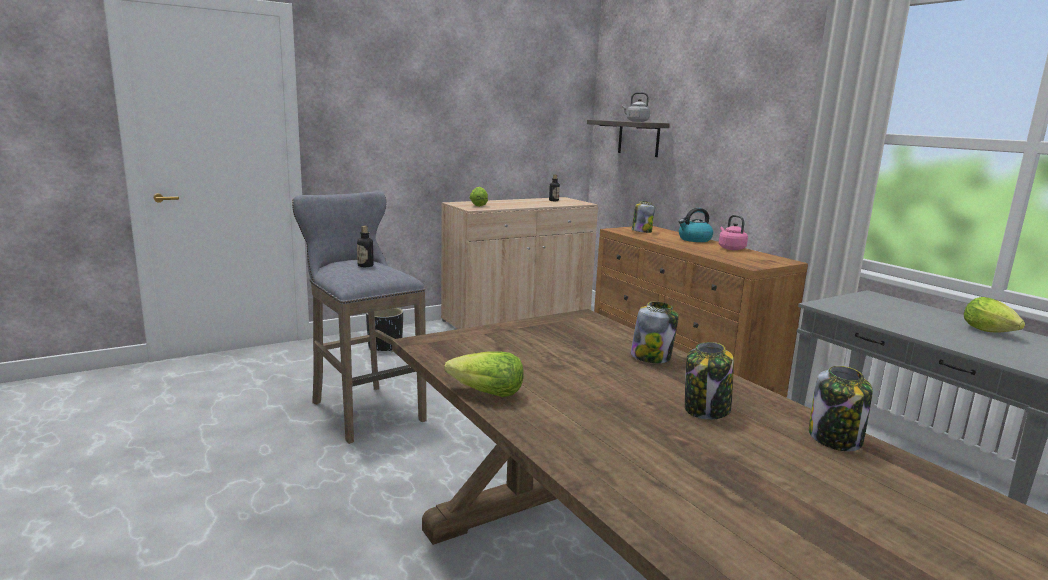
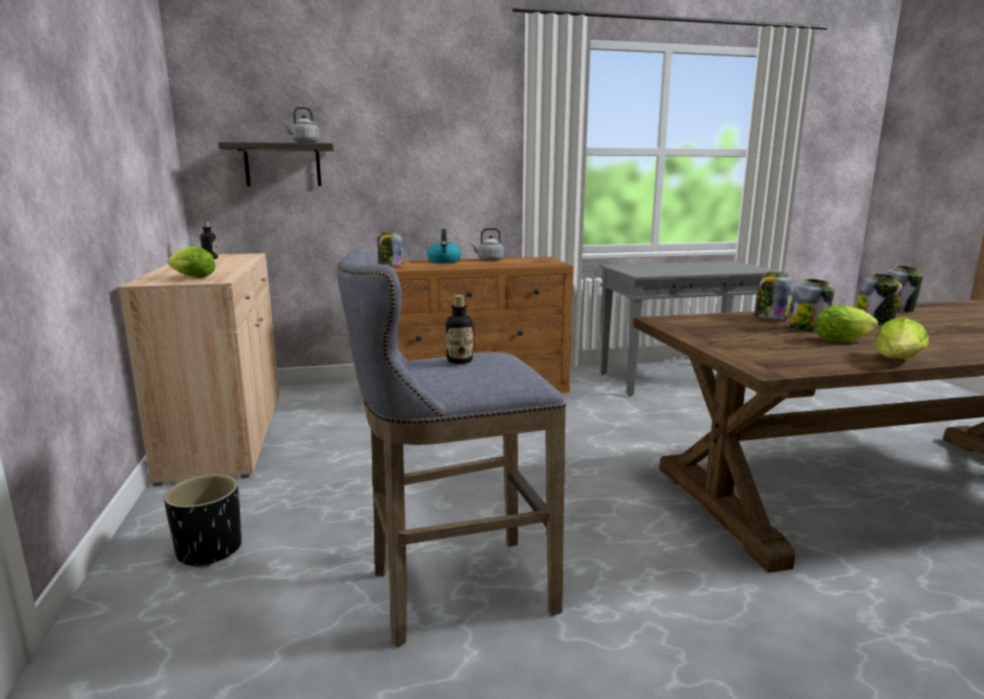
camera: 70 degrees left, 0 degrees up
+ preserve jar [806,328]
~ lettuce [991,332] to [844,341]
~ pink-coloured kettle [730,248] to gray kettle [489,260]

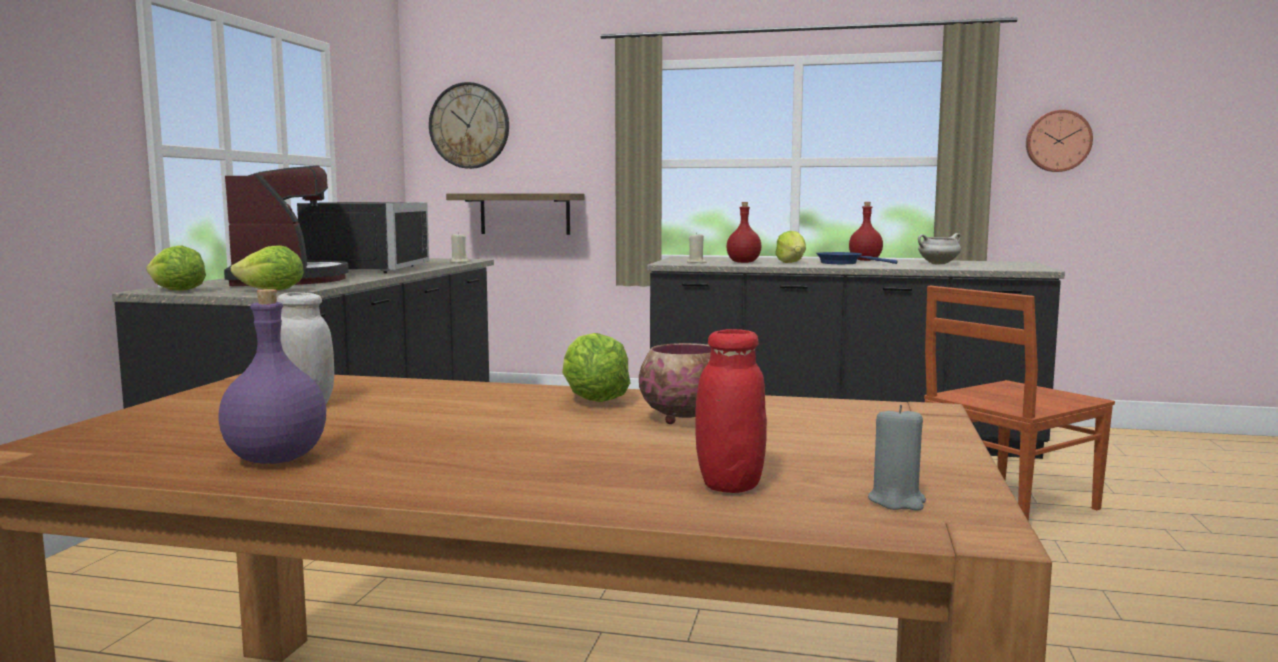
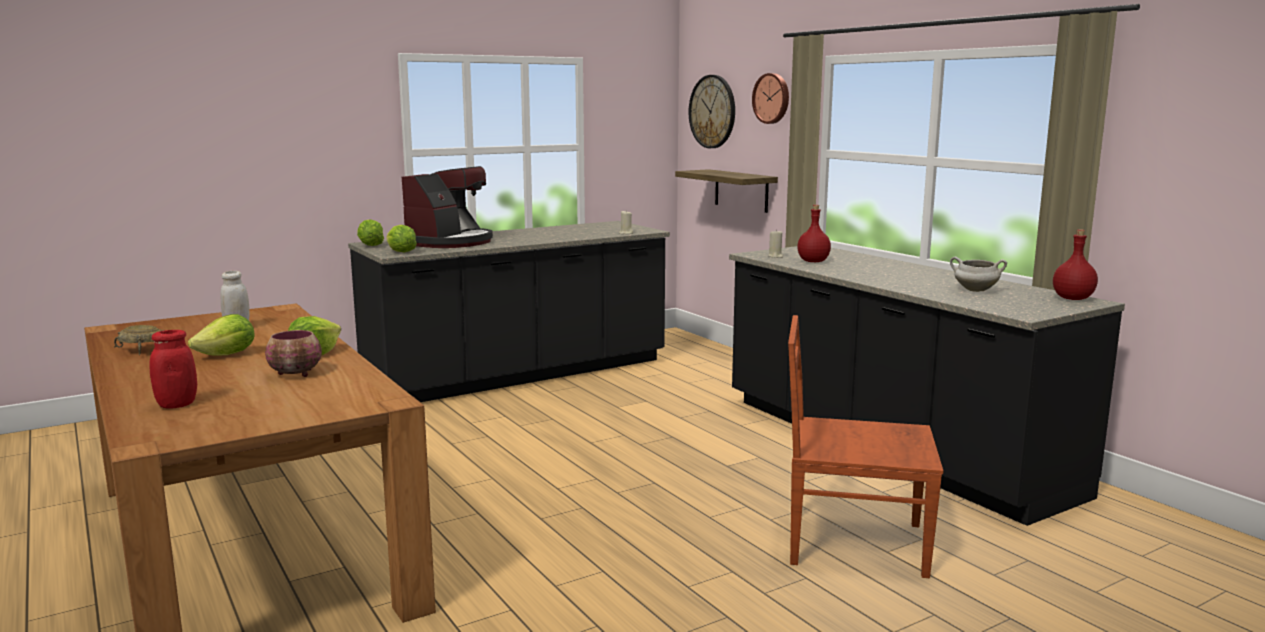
camera: 45 degrees right, 5 degrees up
- blackish kitchen microwave [359,269]
- blue-coloured pan [843,263]
- gray wax candle [897,501]
~ lettuce [791,262] to [227,355]
~ reddish drink bottle [865,260] to [1073,298]
~ hanging clock [1058,141] to [772,98]
~ purplish drink bottle [277,459] to beige-coloured deep dish [141,351]

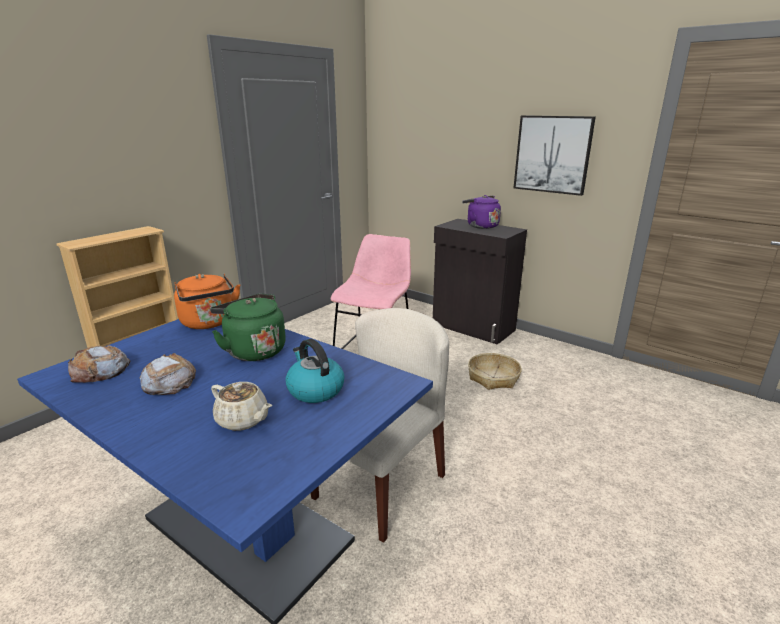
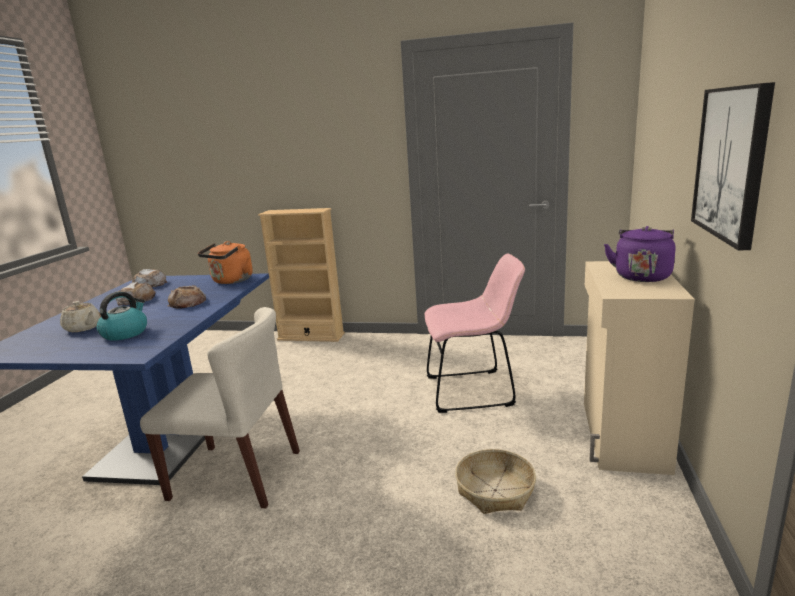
camera: 65 degrees right, 5 degrees down
~ greenish kettle [253,350] to bread [188,302]
~ blackish cabinet [473,328] to beige-coloured cabinet [621,436]
~ beige-coloured pot for tea [243,420] = [83,328] 60 degrees counterclockwise

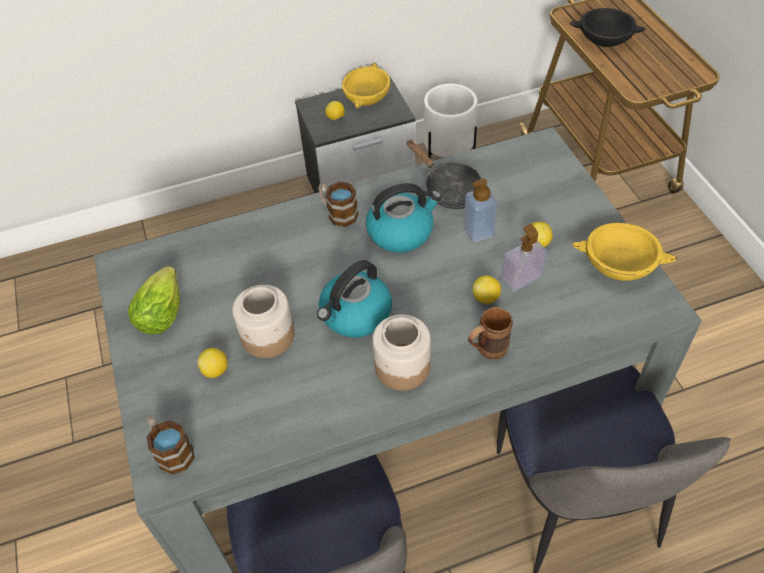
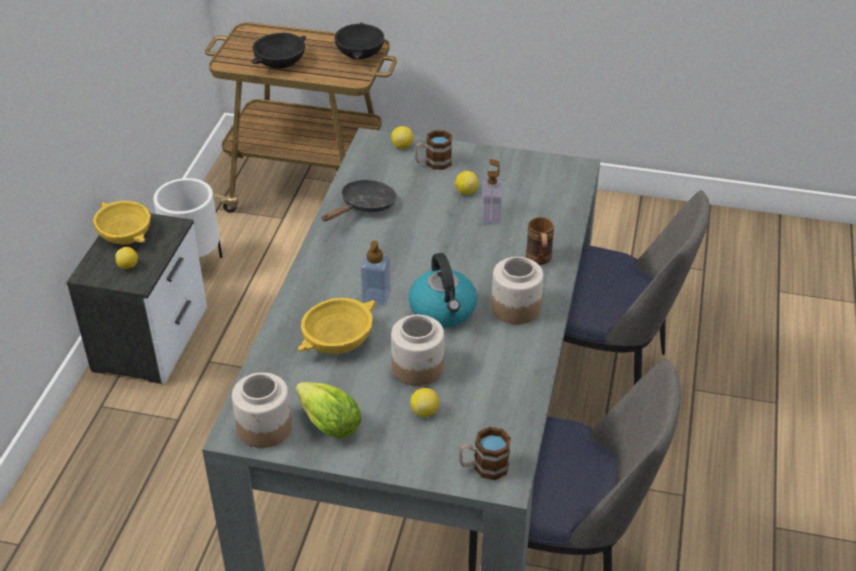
camera: 60 degrees left, 10 degrees down
- kettle [401,232]
+ preserve jar [265,427]
+ blackish deep dish [359,52]
~ tea mug [338,213] to [433,163]
~ liquid soap bottle [478,232] to [376,297]
~ lemon [486,297] to [402,146]
~ yellow-coloured deep dish [618,264] to [338,340]
~ blackish pan [448,188] = [364,206] 45 degrees counterclockwise

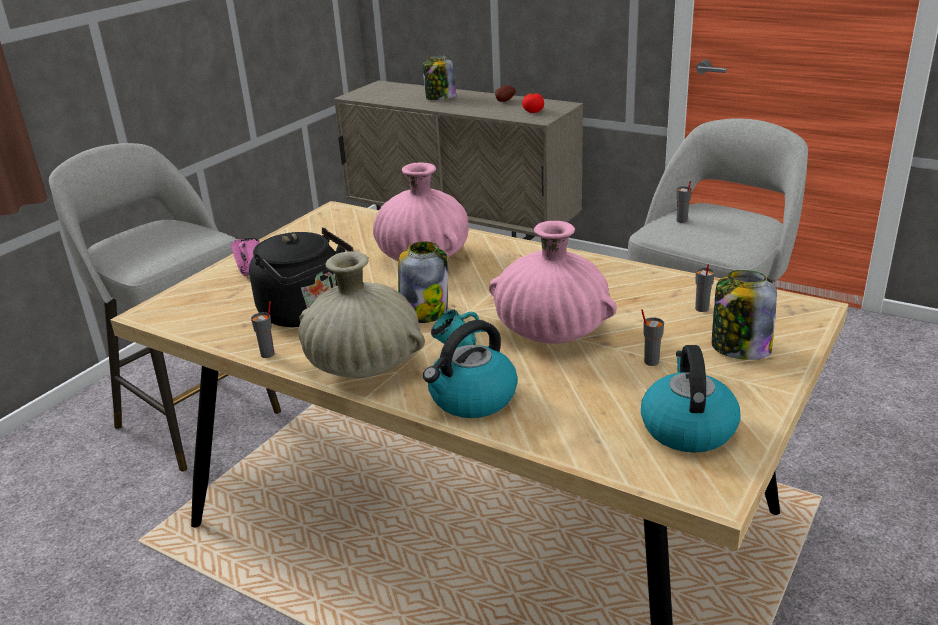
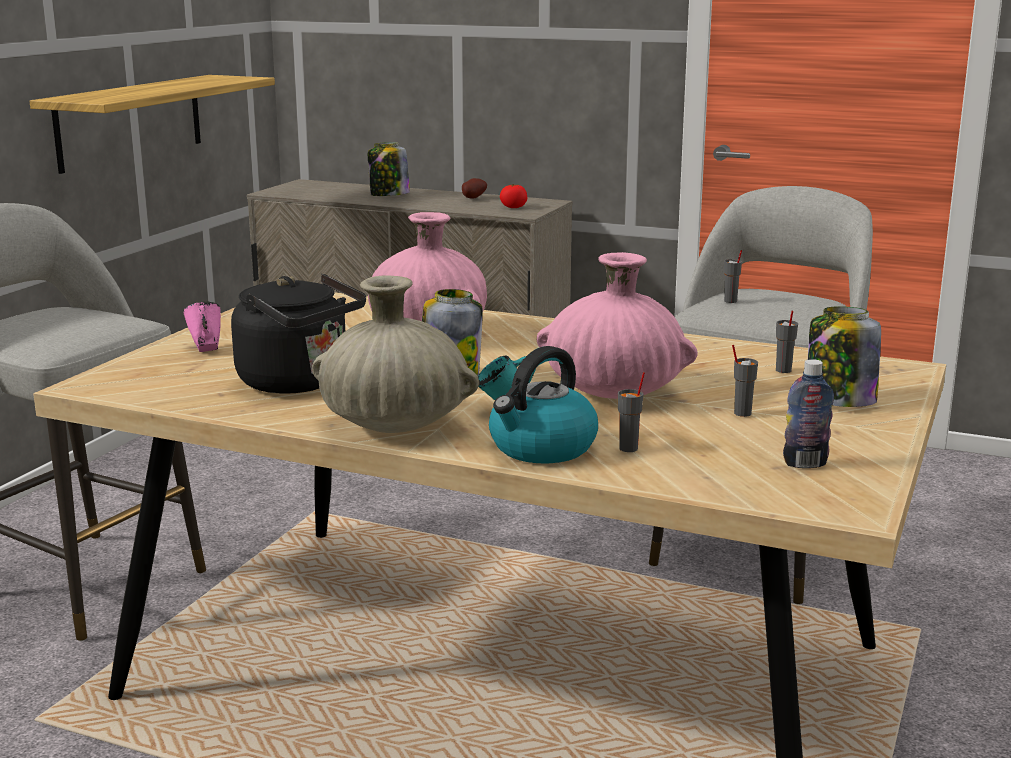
camera: 10 degrees left, 10 degrees down
+ shelf [130,122]
~ gray small cup [268,354] to [629,448]
~ kettle [687,428] to drink bottle [805,463]

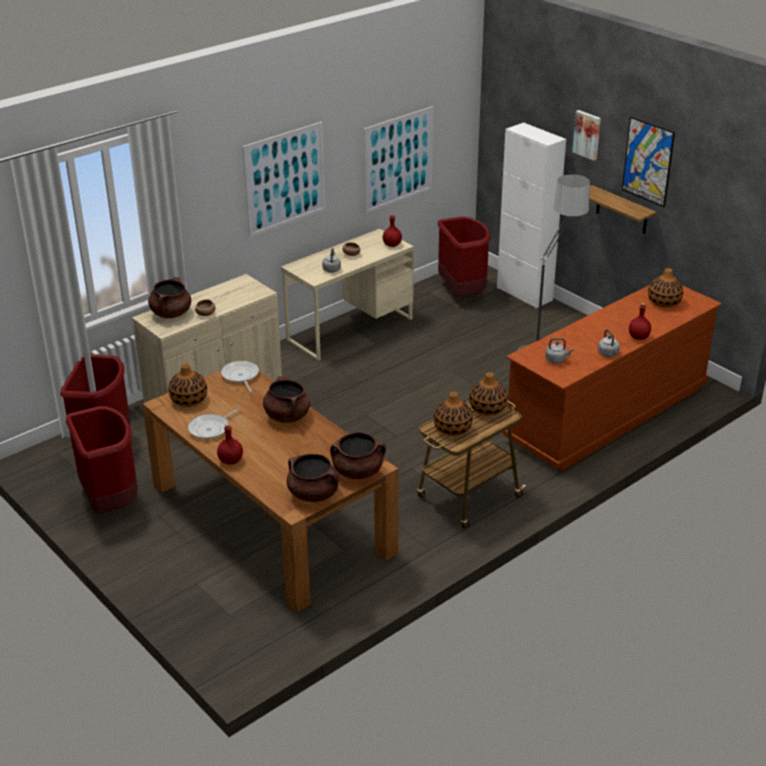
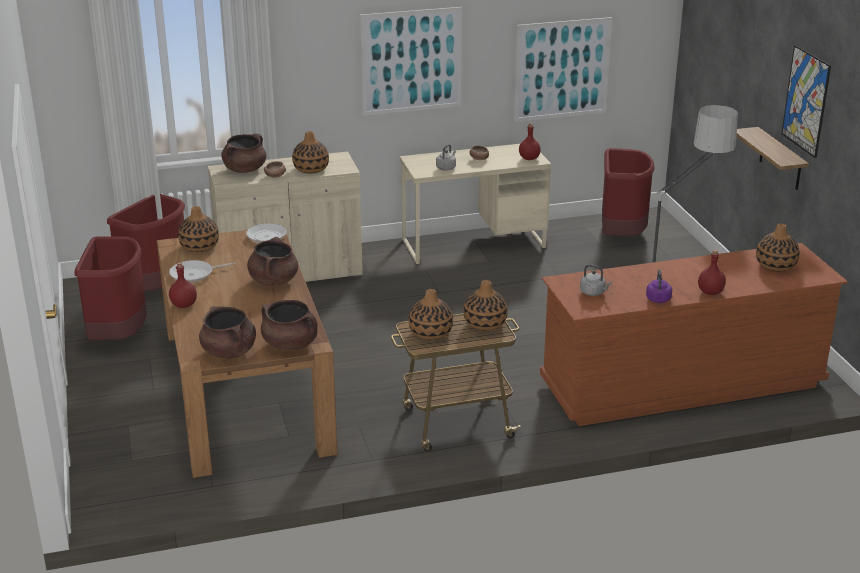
camera: 25 degrees right, 5 degrees down
- whitish cabinet [524,294]
- picture [587,134]
+ decorative vase [311,169]
~ gray kettle [608,354] to purplish kettle [658,300]

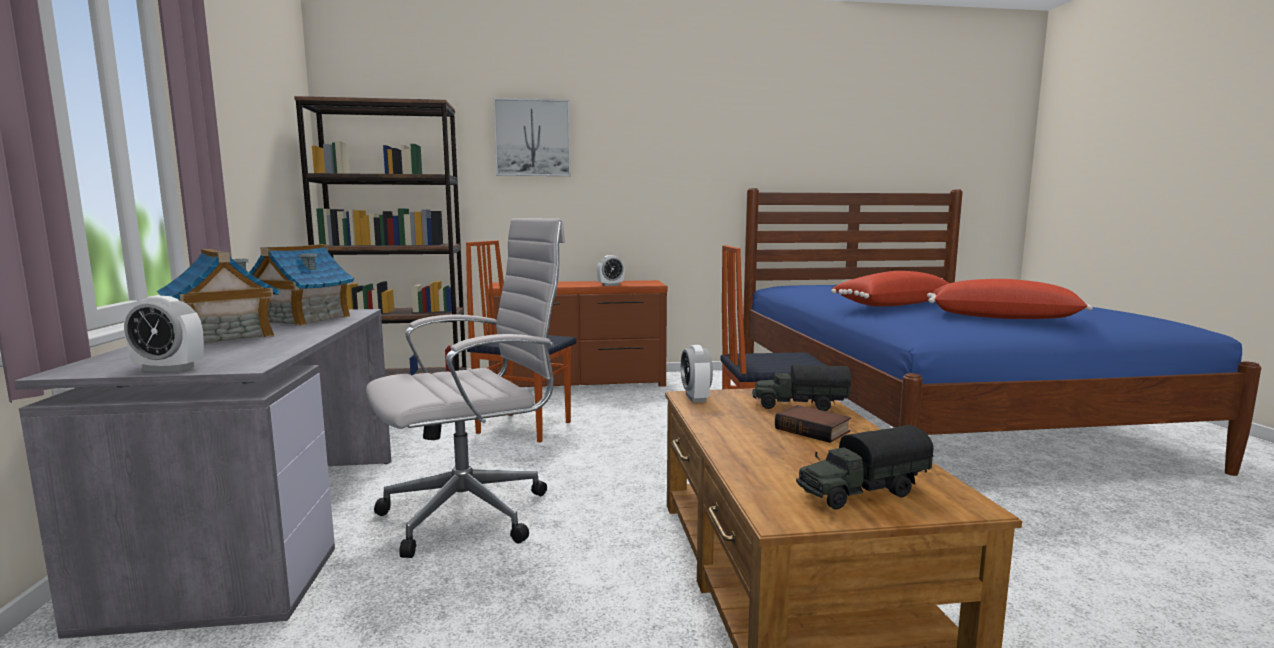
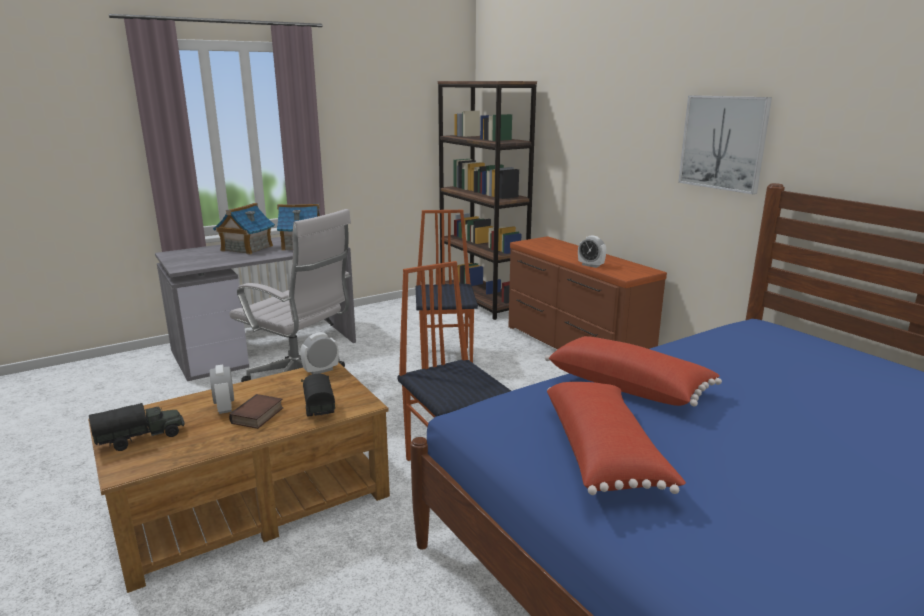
camera: 65 degrees right, 10 degrees up
~ bedside clock [169,369] to [225,407]
~ picture [532,138] to [723,143]
~ model truck [861,492] = [141,438] 105 degrees clockwise

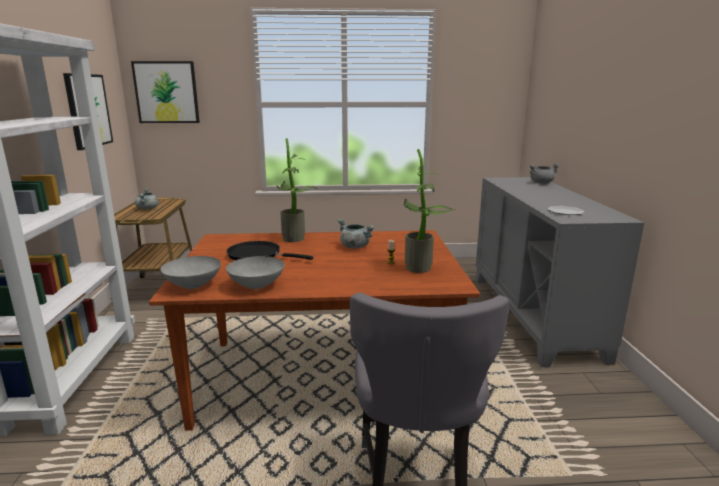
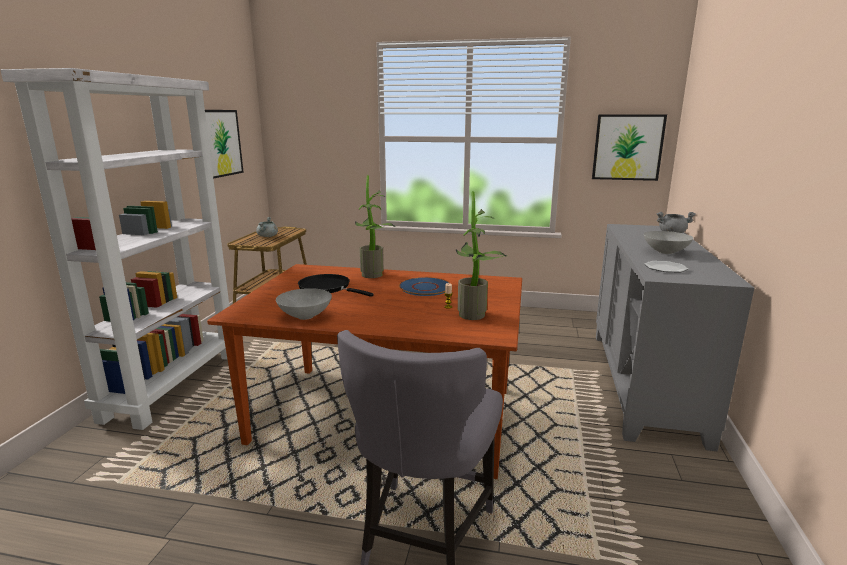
camera: 15 degrees right, 0 degrees up
~ picture [166,92] to [627,147]
~ gray deep dish [193,286] to [665,252]
~ gray saucepot [354,246] to blue-coloured flat dish [424,287]

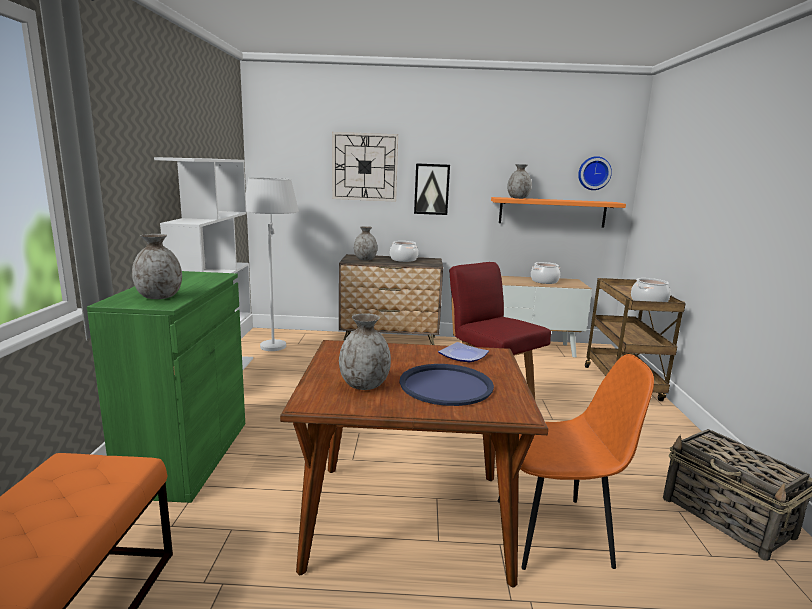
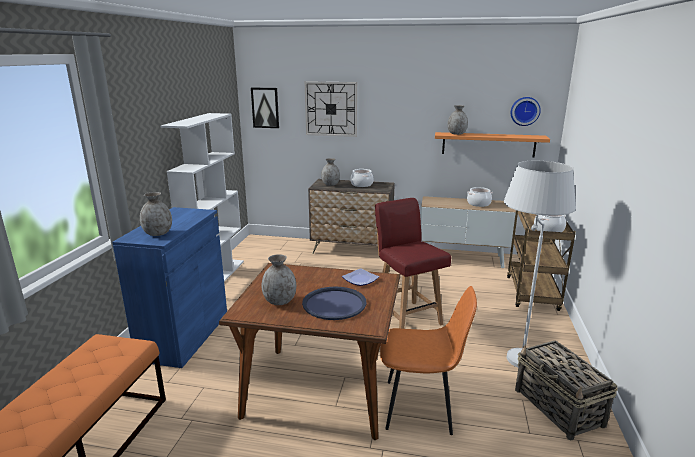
camera: 10 degrees right, 5 degrees up
~ whitish standard lamp [275,341] to [517,350]
~ picture [431,189] to [265,107]
~ greenish cabinet [187,456] to blue-coloured cabinet [184,336]

